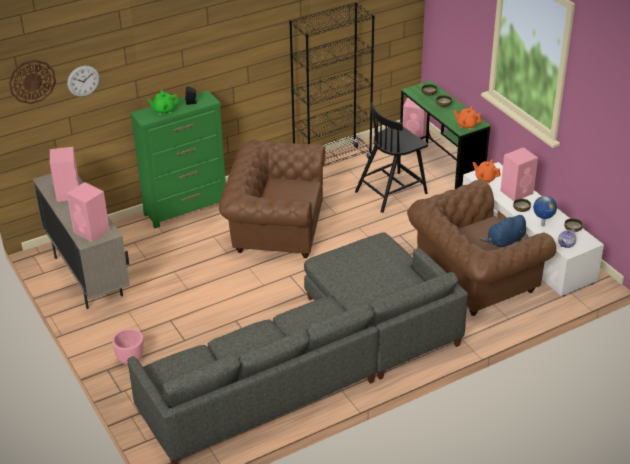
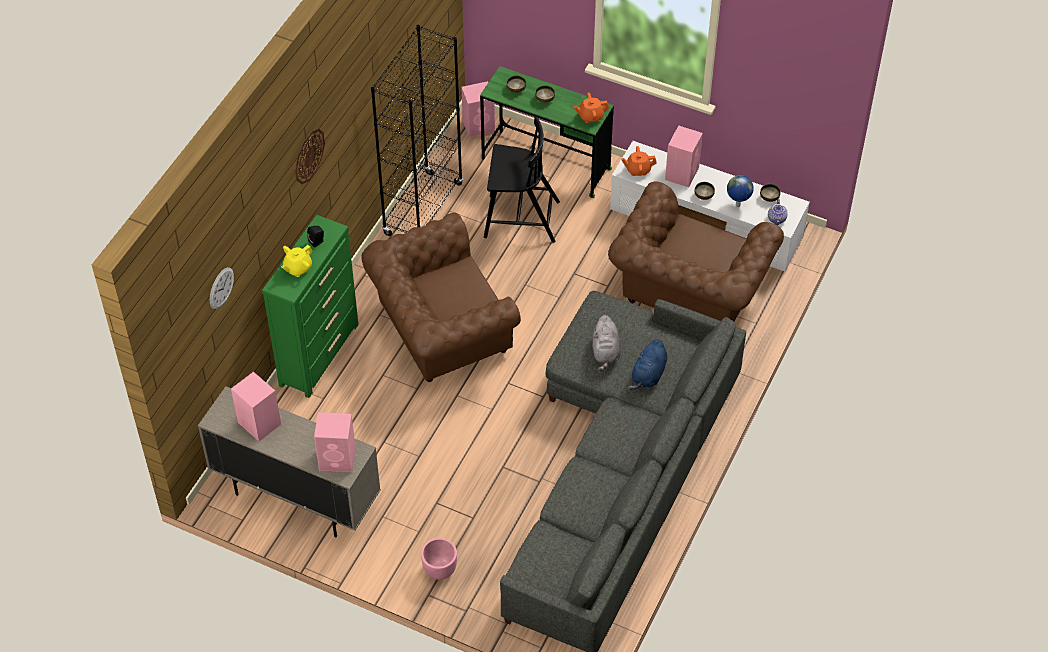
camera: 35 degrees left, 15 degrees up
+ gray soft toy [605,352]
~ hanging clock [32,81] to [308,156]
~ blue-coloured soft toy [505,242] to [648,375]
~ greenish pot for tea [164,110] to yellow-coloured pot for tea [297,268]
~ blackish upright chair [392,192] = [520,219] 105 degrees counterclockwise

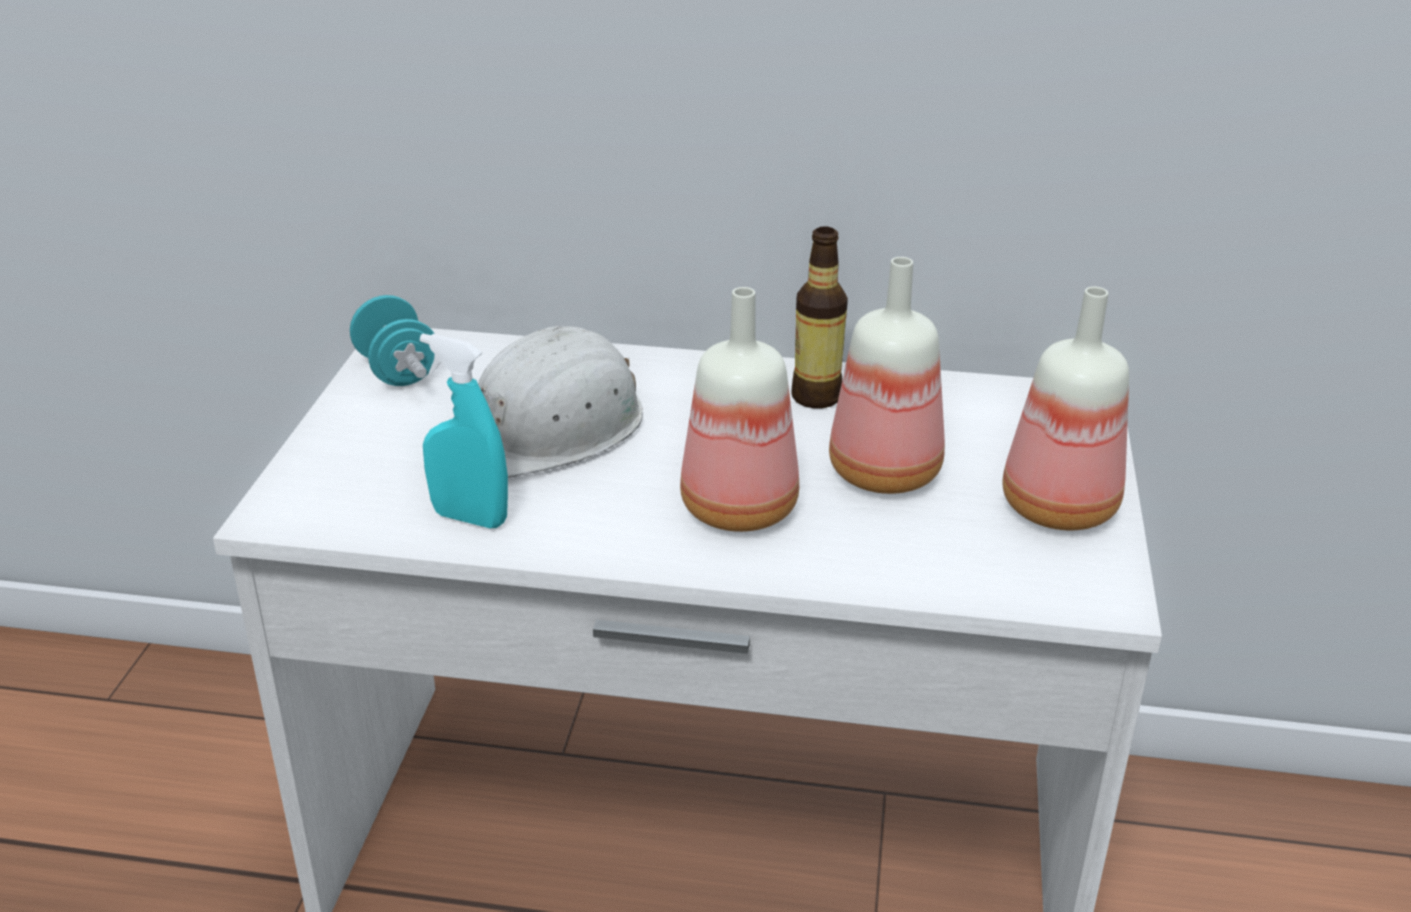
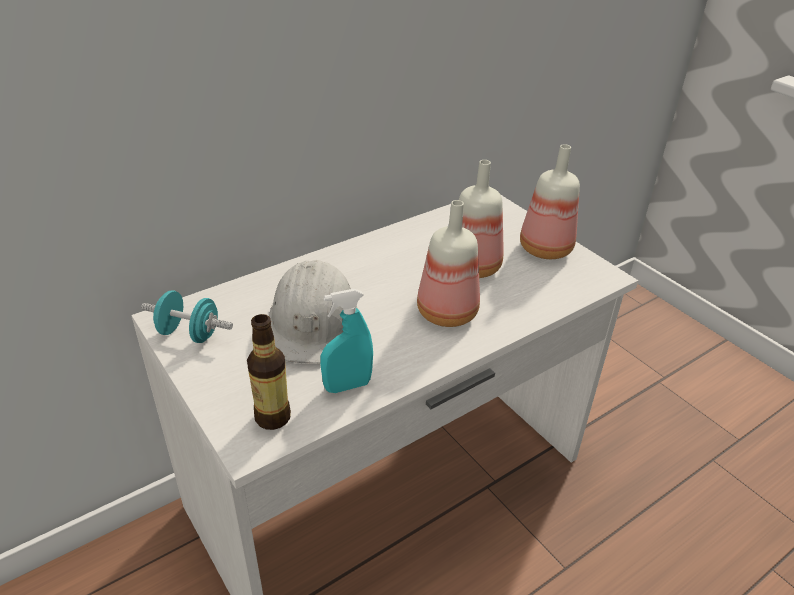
camera: 45 degrees left, 5 degrees up
~ drink bottle [816,397] to [273,417]

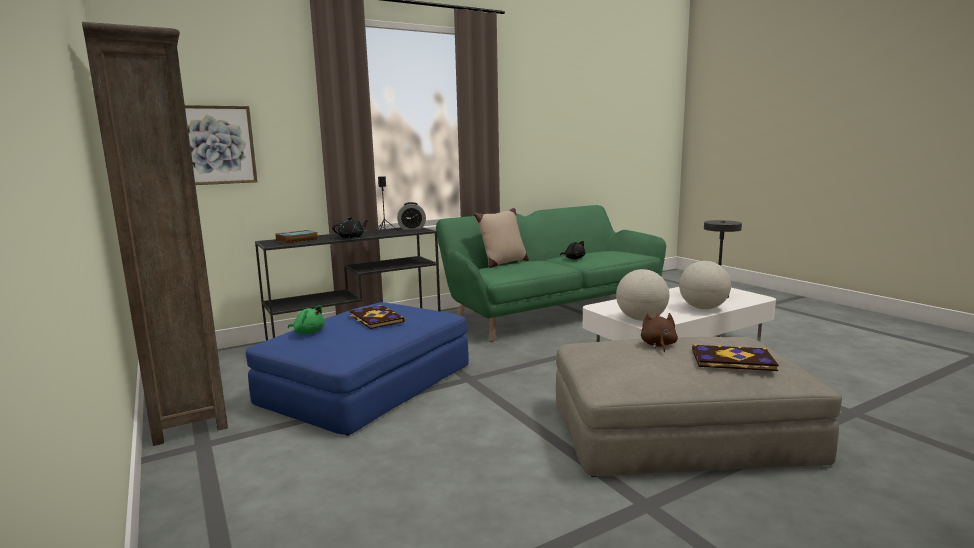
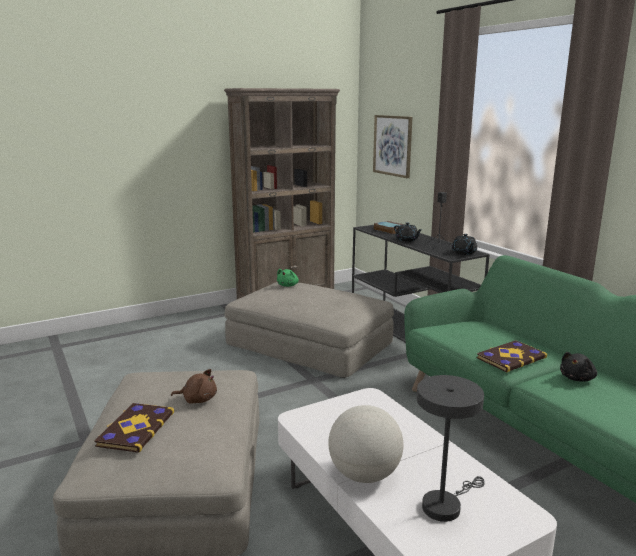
camera: 90 degrees right, 5 degrees up
- beige-coloured cushion [503,263]
- desk globe [641,319]
~ book [375,319] to [510,357]
~ bedside clock [412,228] to blackish pot for tea [464,253]
~ blue-coloured footrest [367,383] to beige-coloured footrest [310,343]

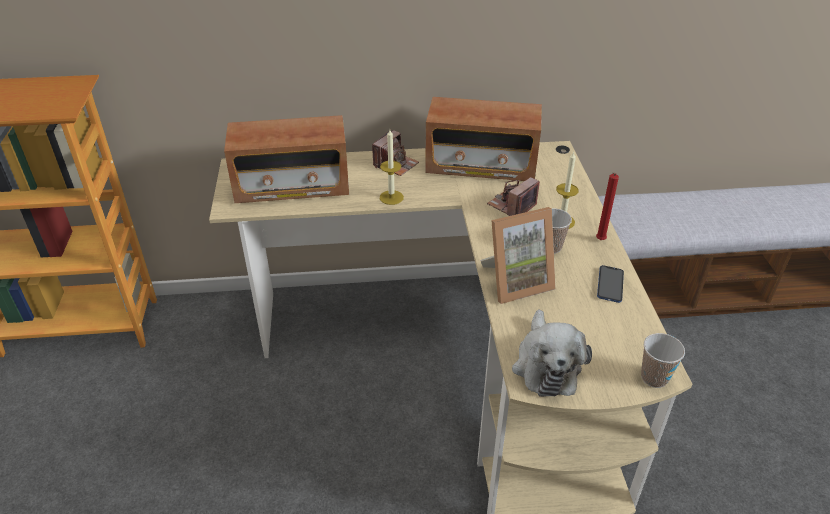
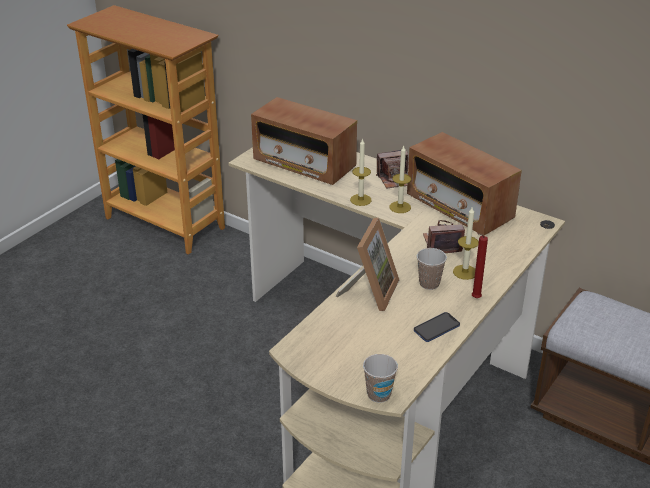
camera: 40 degrees right, 5 degrees down
- soft toy [546,365]
+ wax candle [400,207]
~ picture frame [516,282] = [370,292] 90 degrees counterclockwise

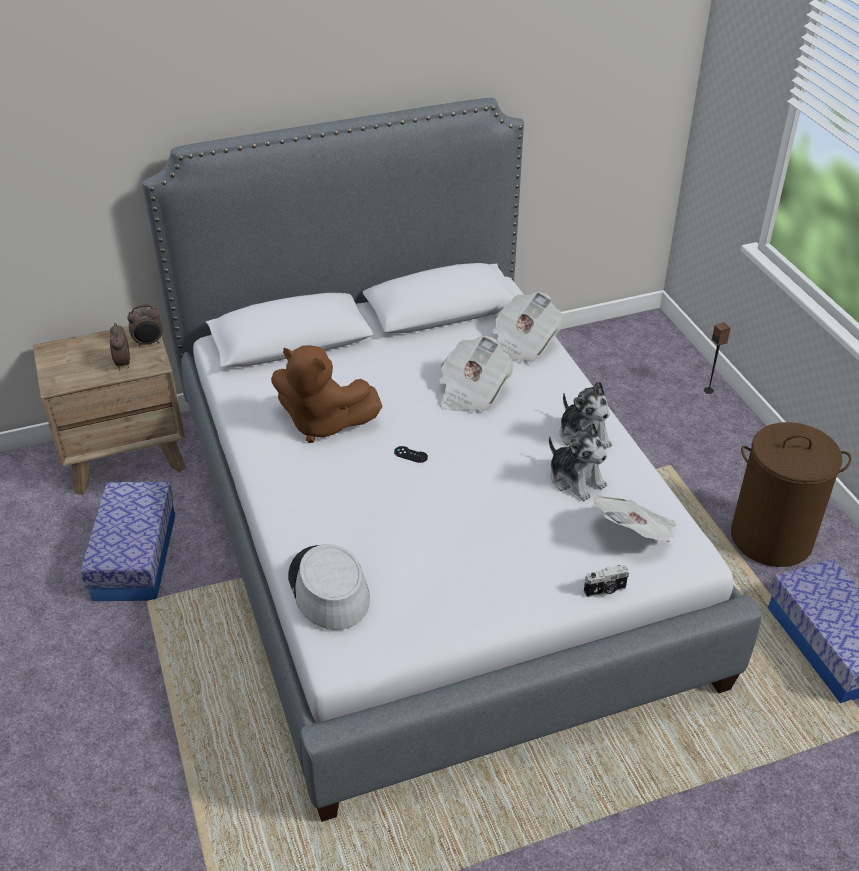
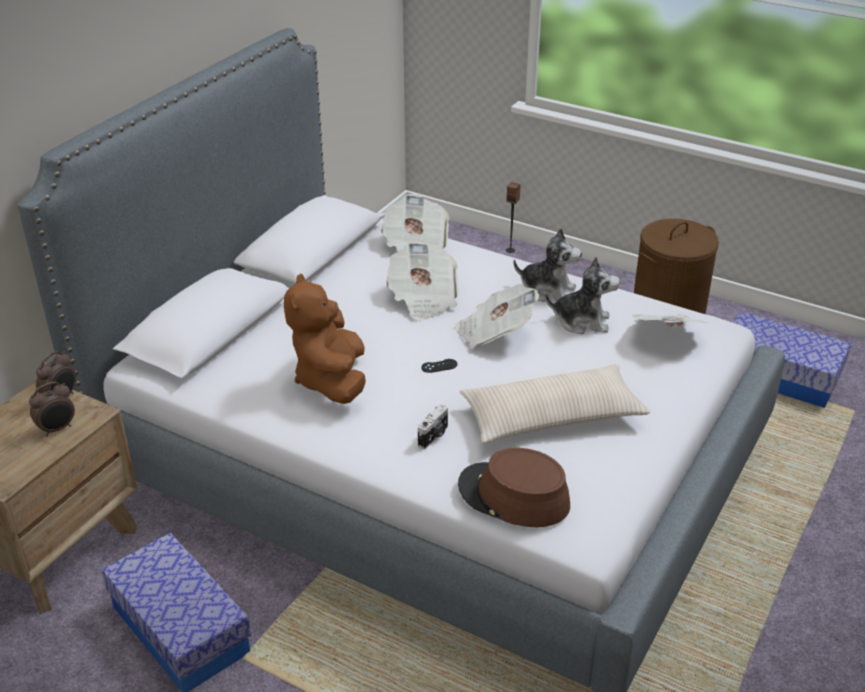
camera: 40 degrees left, 5 degrees down
+ newspaper [494,333]
+ beige-coloured cushion [552,417]
~ still camera [605,590] to [434,436]
~ gray clothing hat [328,589] to brown clothing hat [513,496]
~ bedside clock [122,364] = [57,429] 75 degrees counterclockwise
~ brown soft toy [322,423] = [331,380] 105 degrees clockwise

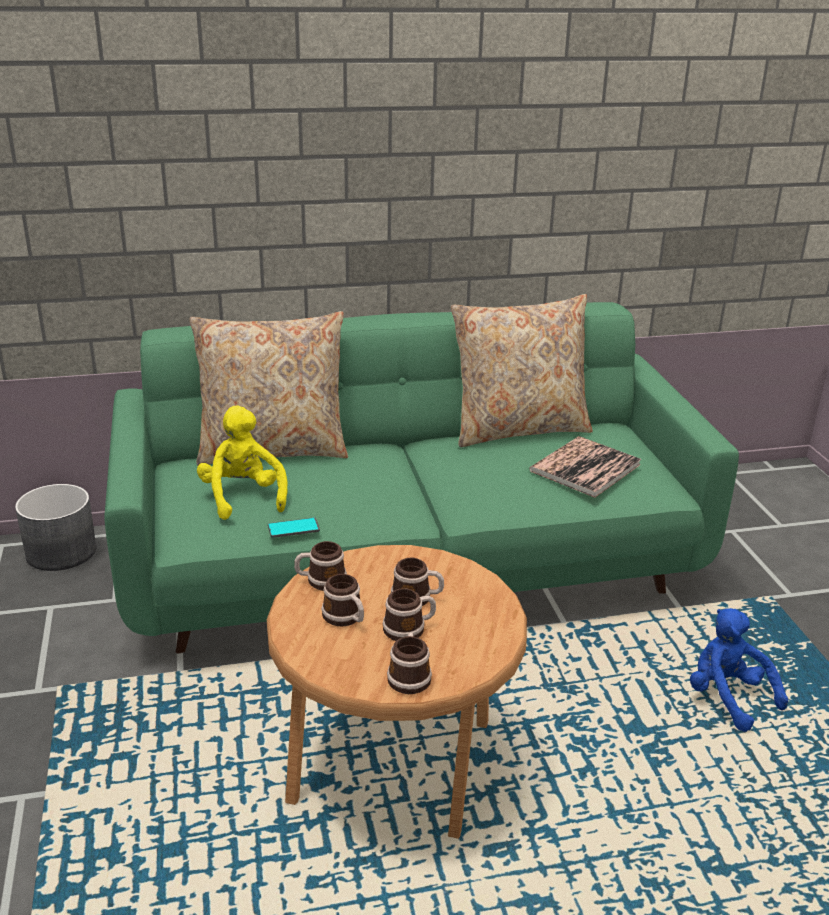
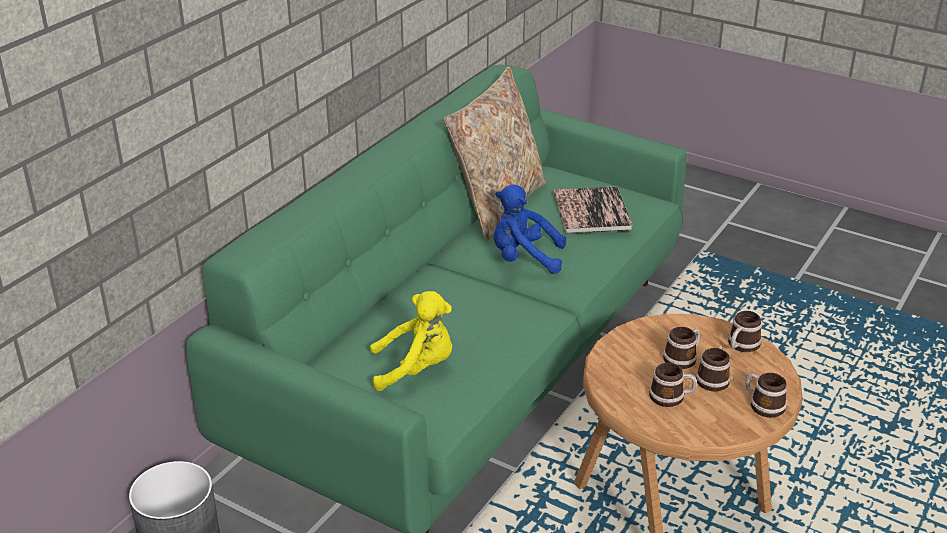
camera: 45 degrees left, 5 degrees up
- beige-coloured cushion [273,450]
- telephone [293,528]
~ tea mug [321,580] to [741,345]
~ blue-coloured soft toy [727,697] to [524,258]
~ yellow-coloured soft toy [243,497] = [416,369] 150 degrees clockwise

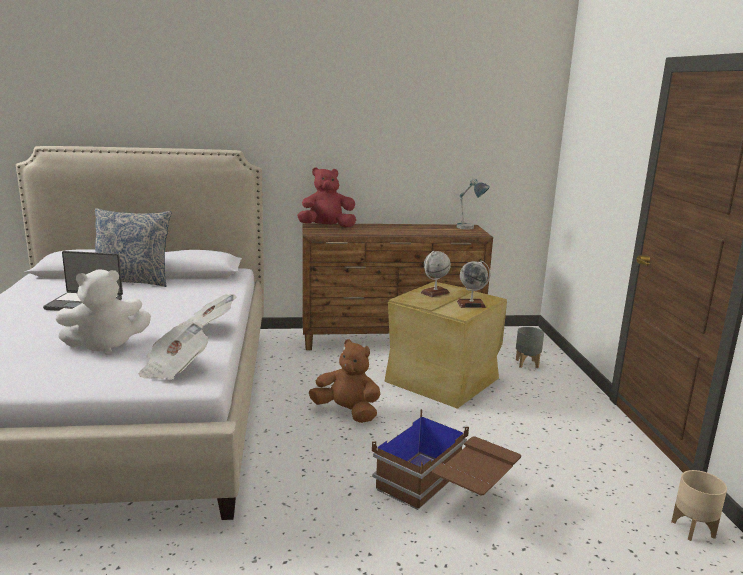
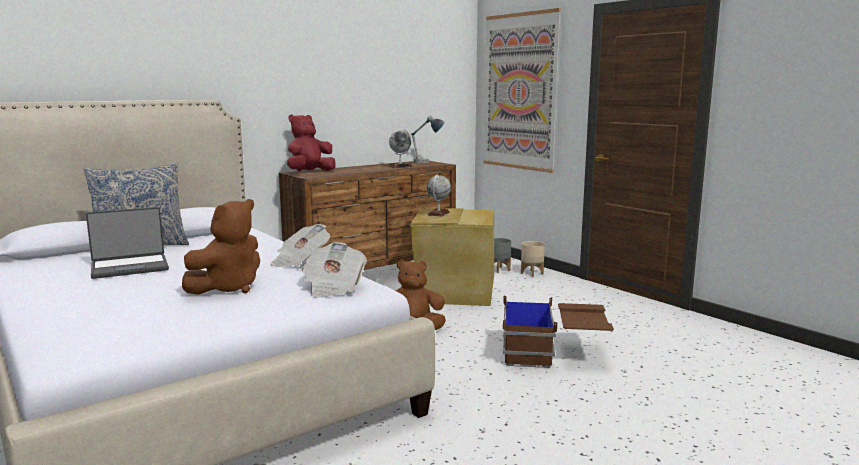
camera: 30 degrees left, 5 degrees down
+ picture [519,92]
~ desk globe [471,304] to [400,166]
~ beige-coloured planter [692,529] to [531,273]
~ whitish soft toy [105,345] to brown soft toy [228,288]

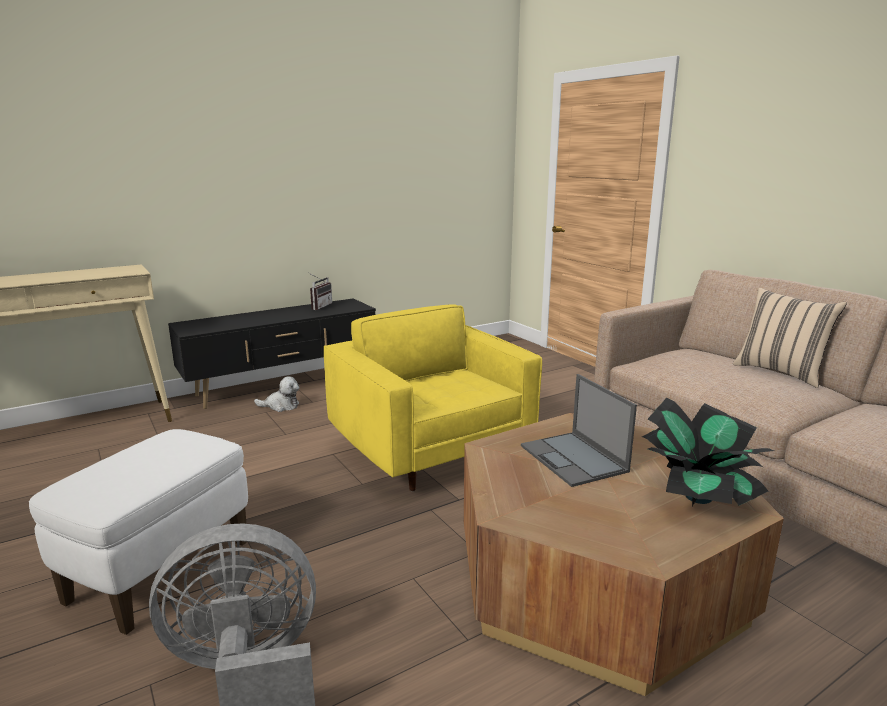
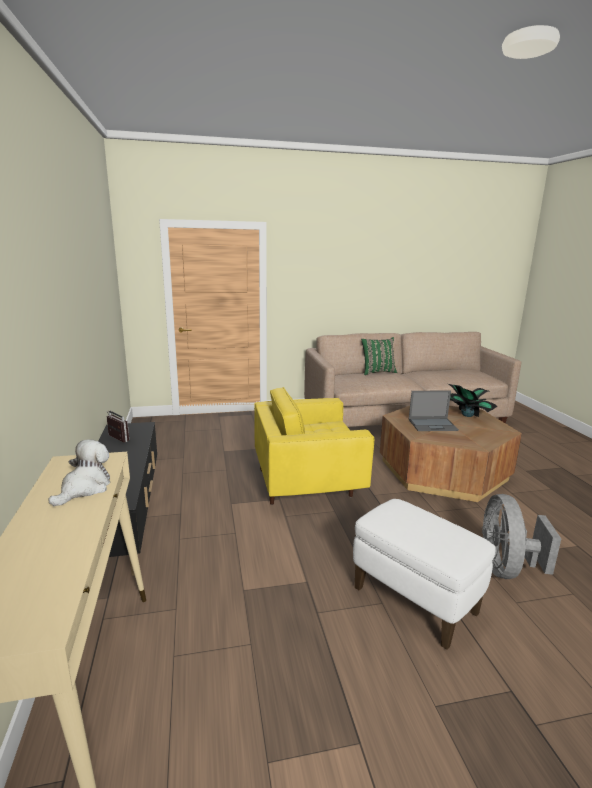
camera: 70 degrees left, 0 degrees up
~ soft toy [281,406] to [85,488]
~ beige-coloured cushion [780,372] to greenish cushion [377,372]

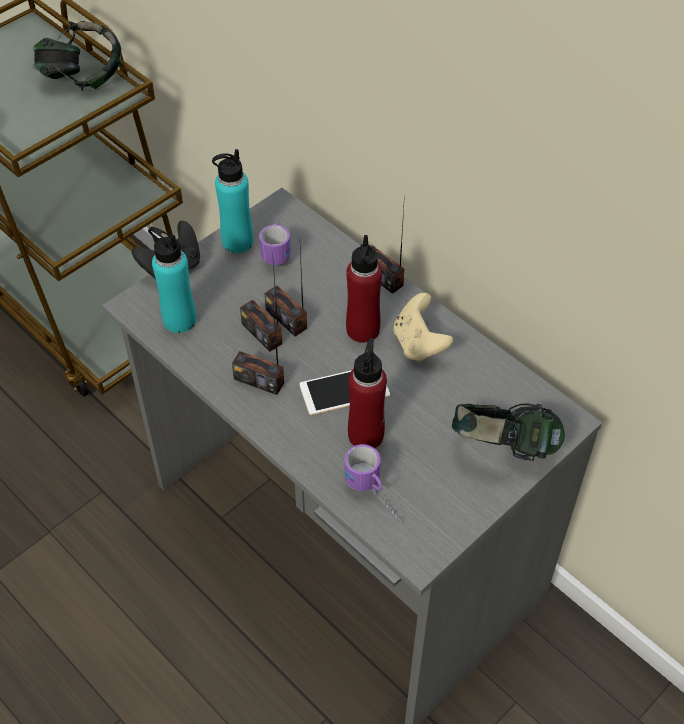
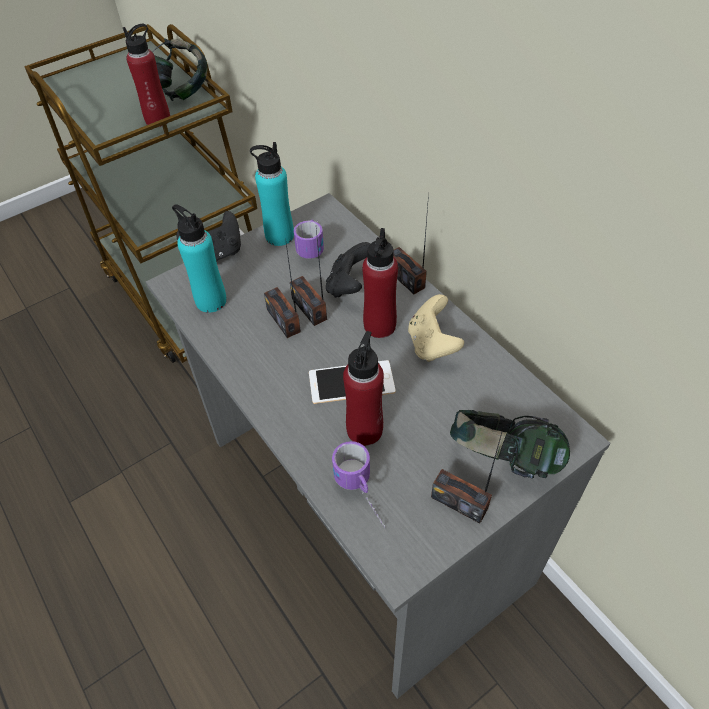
camera: 10 degrees right, 0 degrees up
+ reddish drink bottle [158,120]
+ blackish game controller [349,285]
~ radio [259,380] to [459,502]

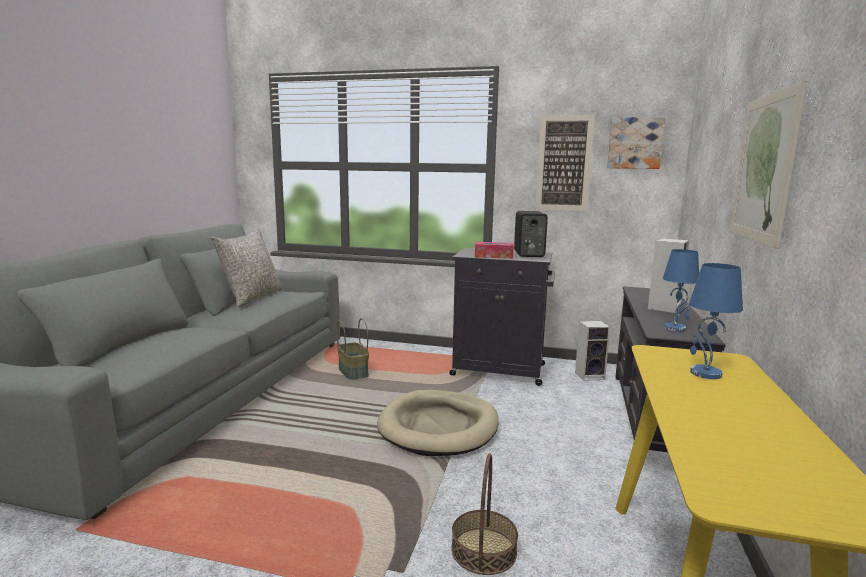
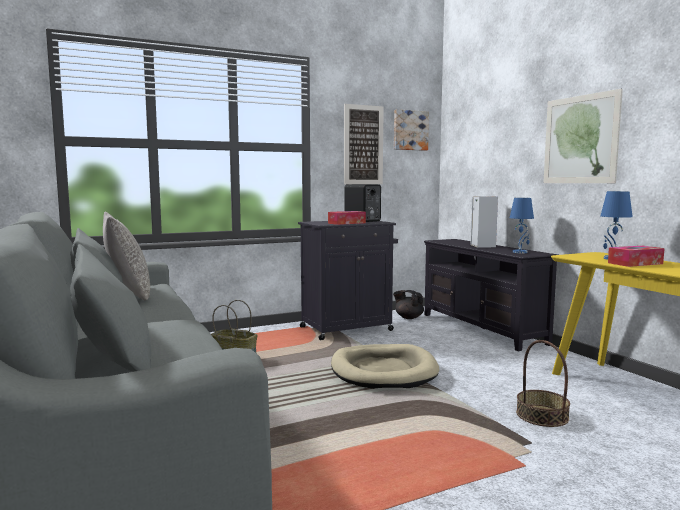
camera: 40 degrees left, 5 degrees down
+ box of tissues [635,263]
~ loudspeaker [590,376] to blackish pot for tea [408,317]

